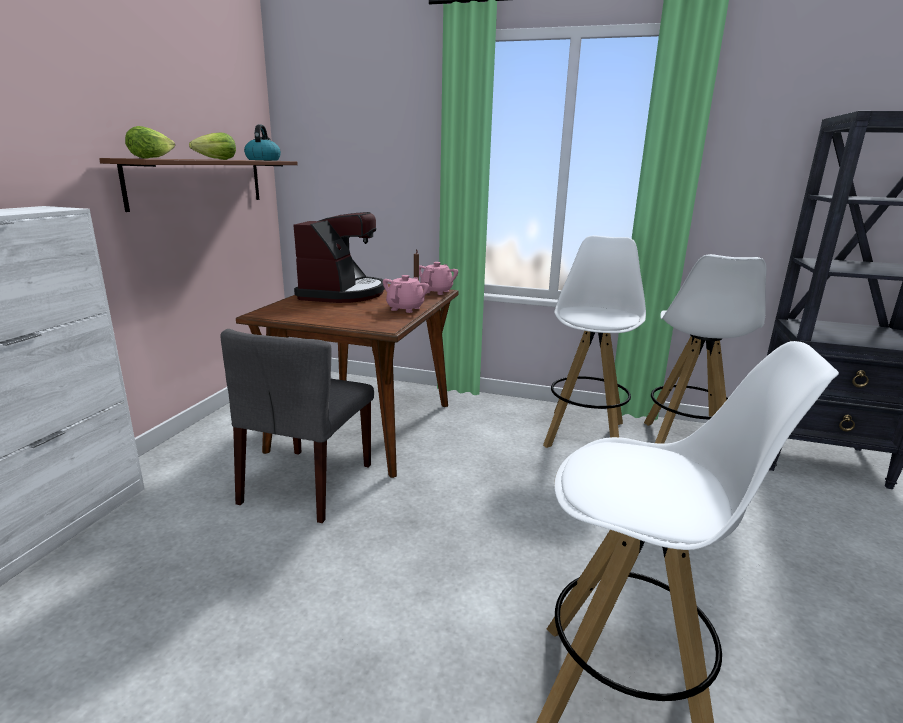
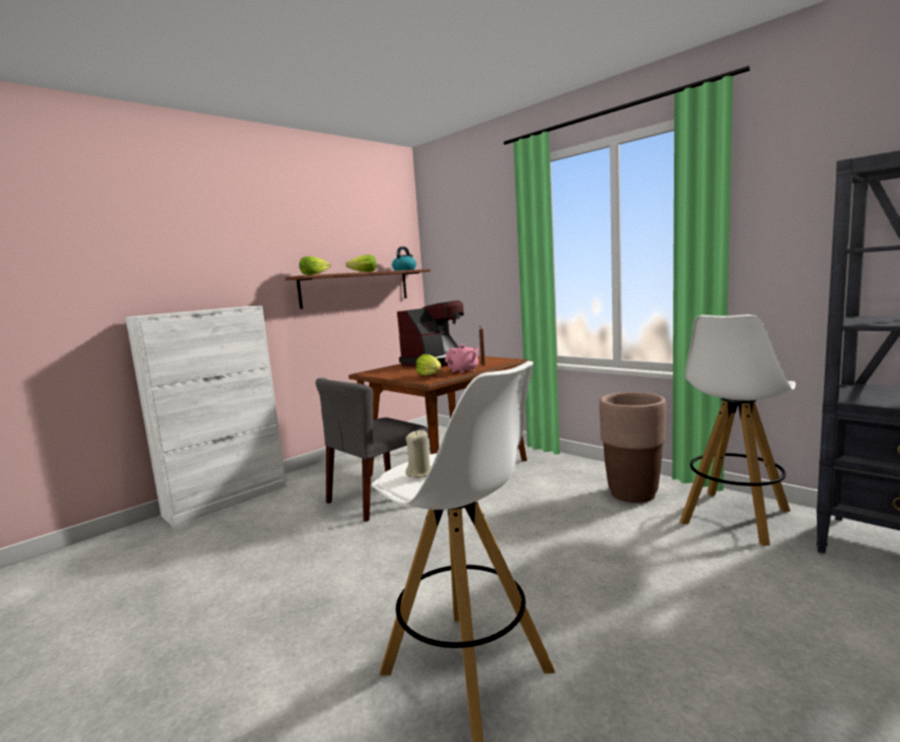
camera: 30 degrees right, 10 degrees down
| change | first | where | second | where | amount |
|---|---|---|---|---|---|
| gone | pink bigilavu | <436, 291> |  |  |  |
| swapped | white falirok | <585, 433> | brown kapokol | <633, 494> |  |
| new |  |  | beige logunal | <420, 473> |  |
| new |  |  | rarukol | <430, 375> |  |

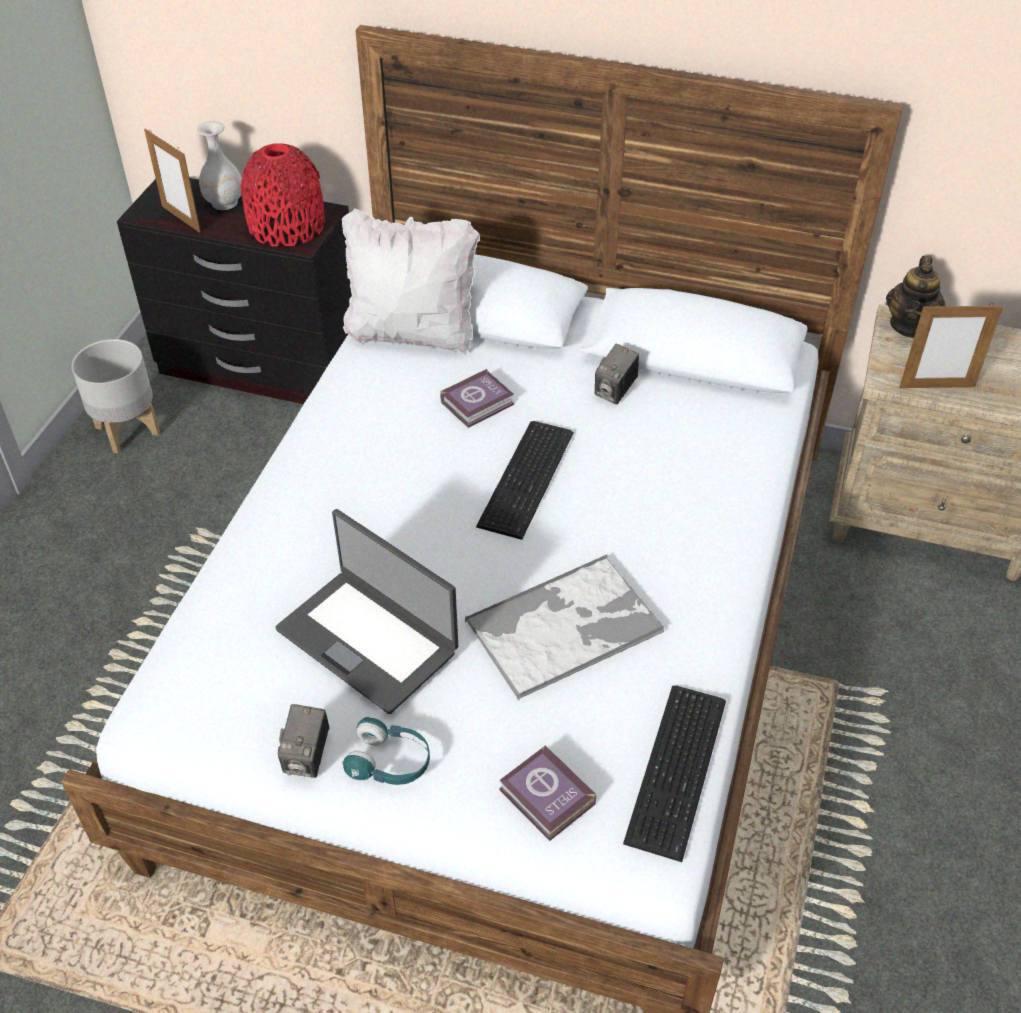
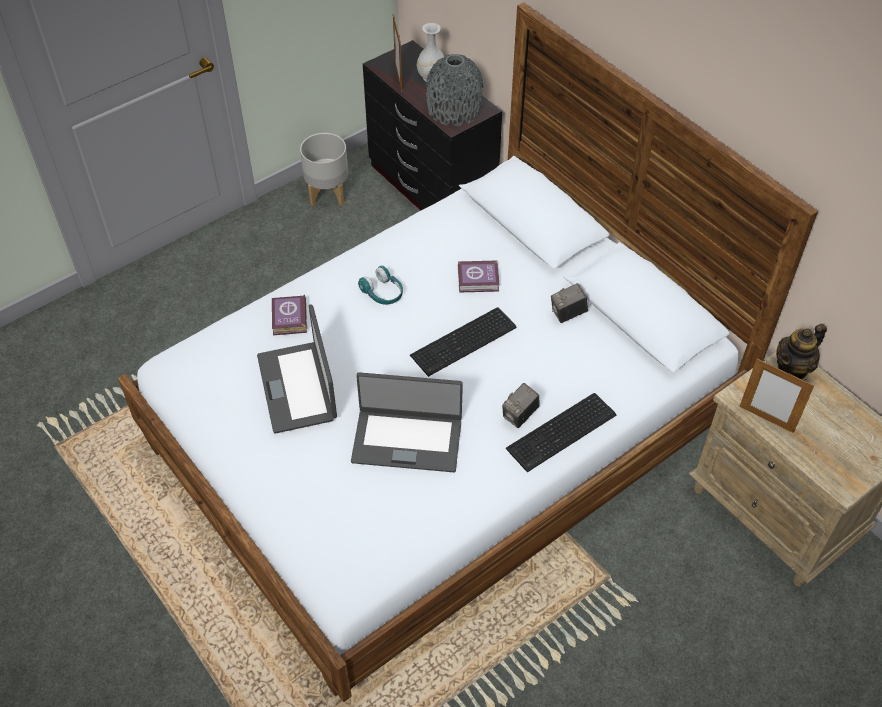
camera: 35 degrees right, 5 degrees up
| change | first | where | second | where | amount |
|---|---|---|---|---|---|
| repainted | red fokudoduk | <286, 226> | grey fokudoduk | <454, 109> |  |
| shifted | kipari | <307, 757> |  | <520, 416> |  |
| gone | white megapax | <412, 334> |  |  |  |
| shifted | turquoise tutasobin | <389, 762> |  | <382, 293> |  |
| swapped | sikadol | <565, 626> | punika | <407, 439> |  |
| shifted | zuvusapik | <547, 799> |  | <288, 319> |  |
| shifted | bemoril | <680, 769> |  | <563, 432> |  |

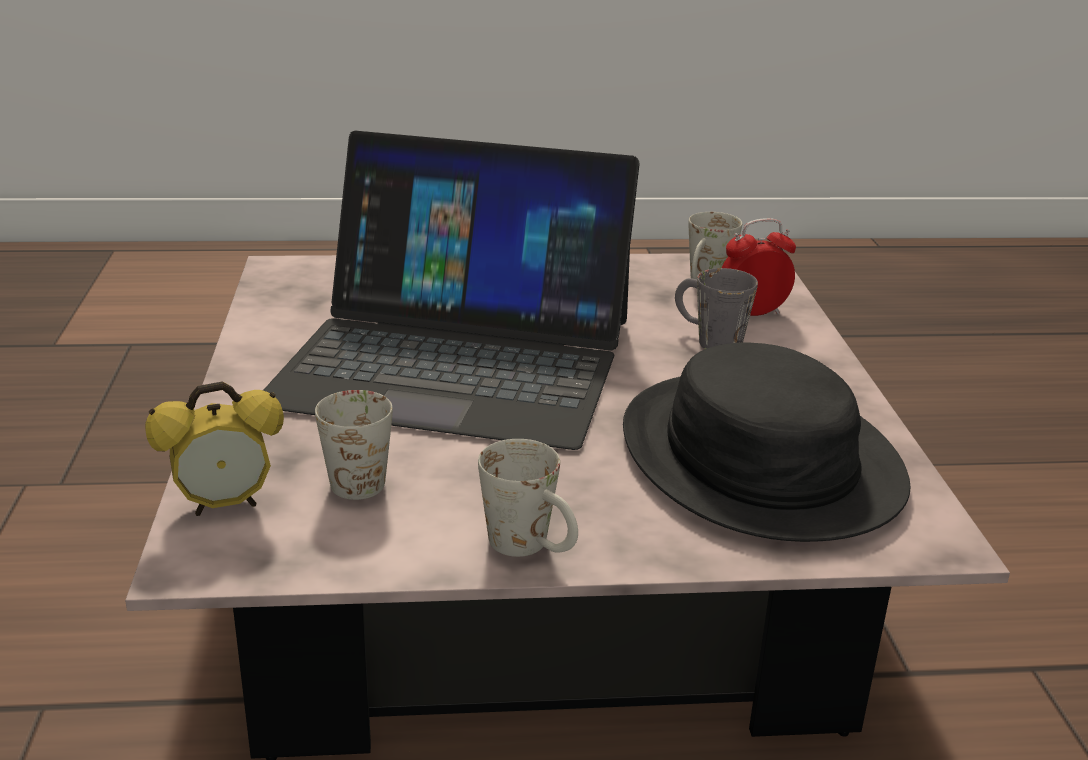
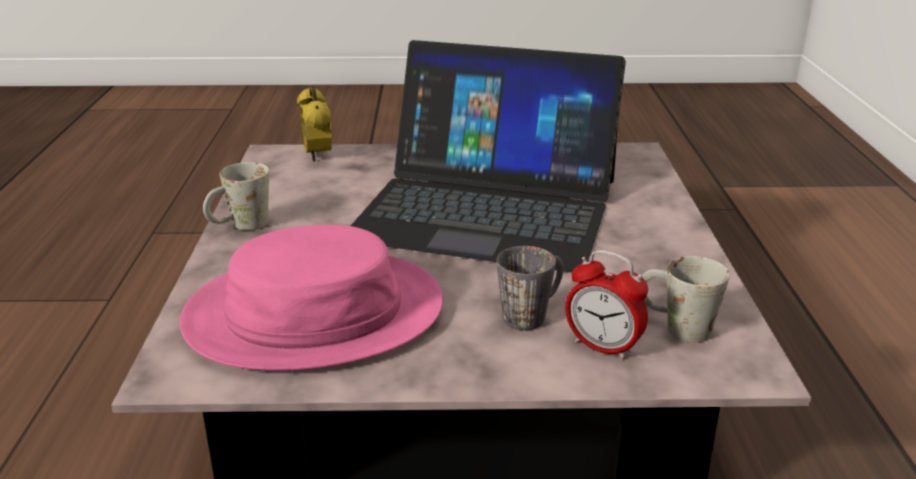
camera: 95 degrees right, 0 degrees up
| change | first | where | second | where | amount |
|---|---|---|---|---|---|
| rotated | punika | <456, 359> |  | <487, 208> | 90 degrees counterclockwise |
| gone | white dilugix | <362, 475> |  |  |  |
| repainted | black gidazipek | <758, 458> | pink gidazipek | <314, 312> |  |
| rotated | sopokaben | <753, 313> |  | <603, 347> | 135 degrees clockwise |

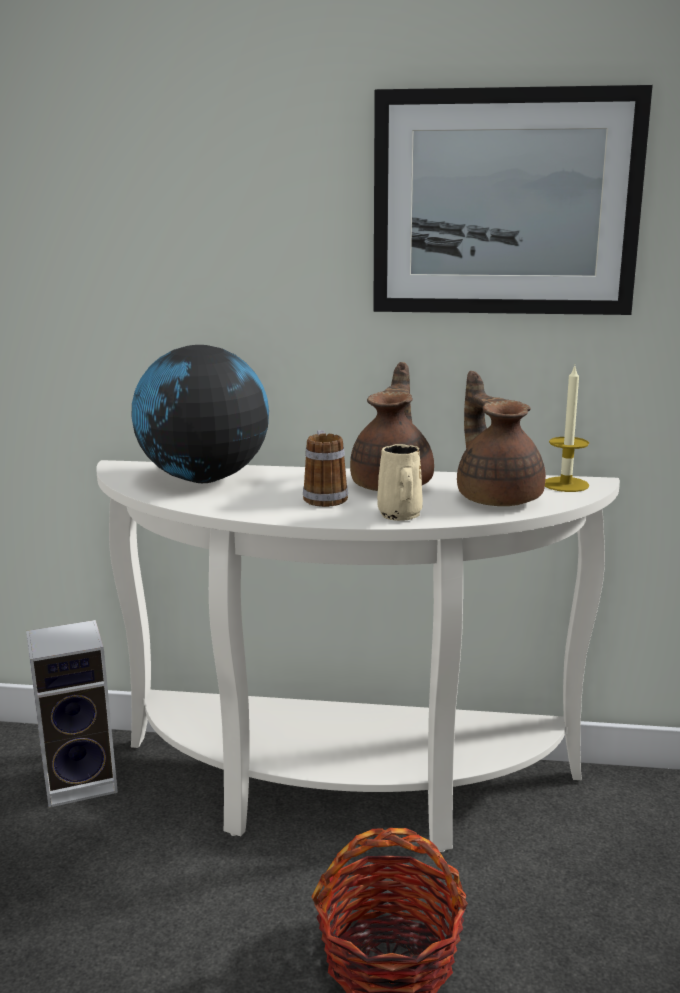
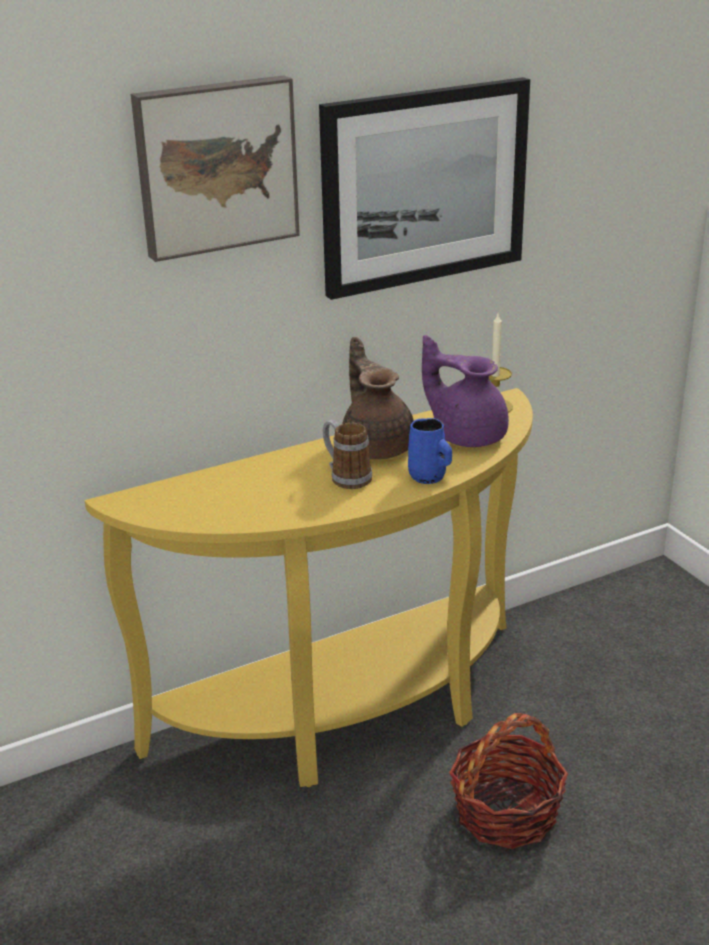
camera: 35 degrees left, 10 degrees up
| change | first | where | second | where | amount |
|---|---|---|---|---|---|
| gone | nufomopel | <83, 780> |  |  |  |
| repainted | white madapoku | <343, 793> | yellow madapoku | <355, 714> |  |
| gone | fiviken | <203, 479> |  |  |  |
| repainted | beige dilugix | <400, 516> | blue dilugix | <428, 477> |  |
| repainted | brown bigilavu | <497, 497> | purple bigilavu | <467, 435> |  |
| new |  |  | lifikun | <215, 166> |  |

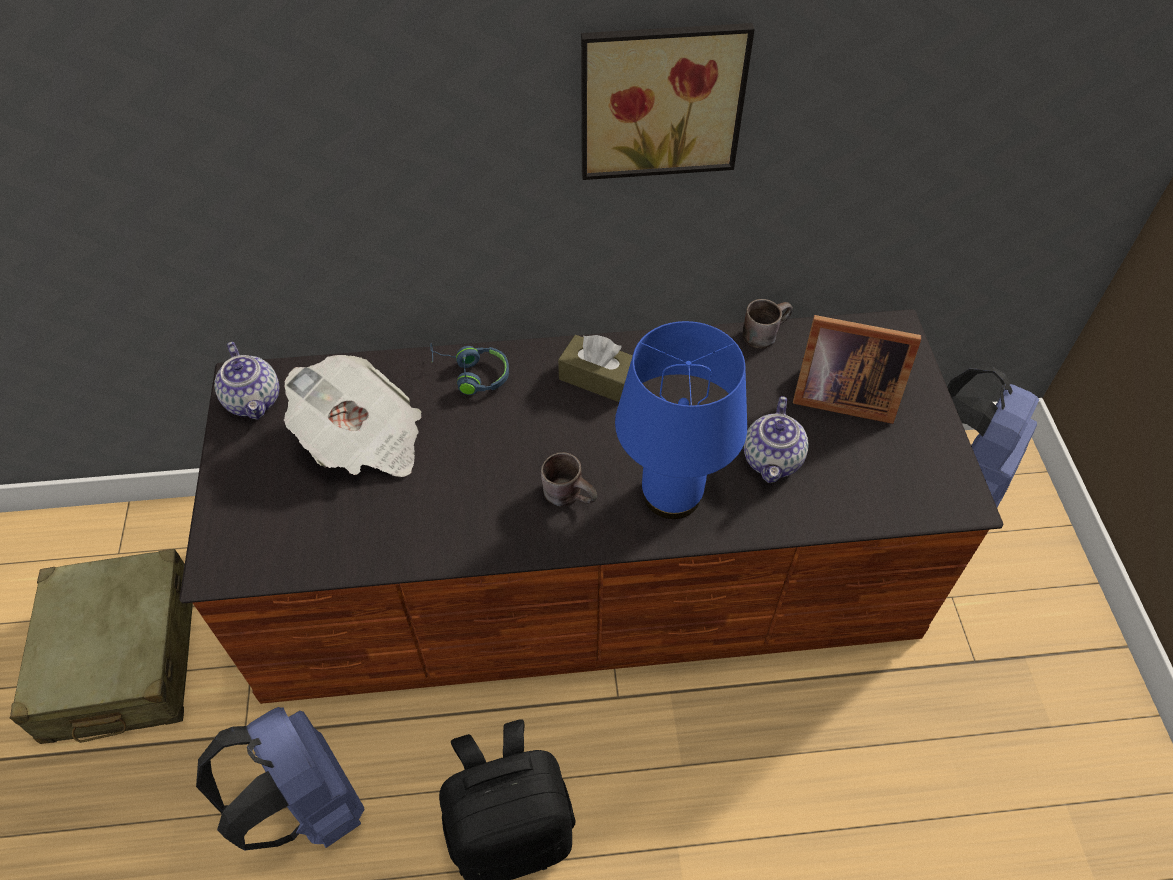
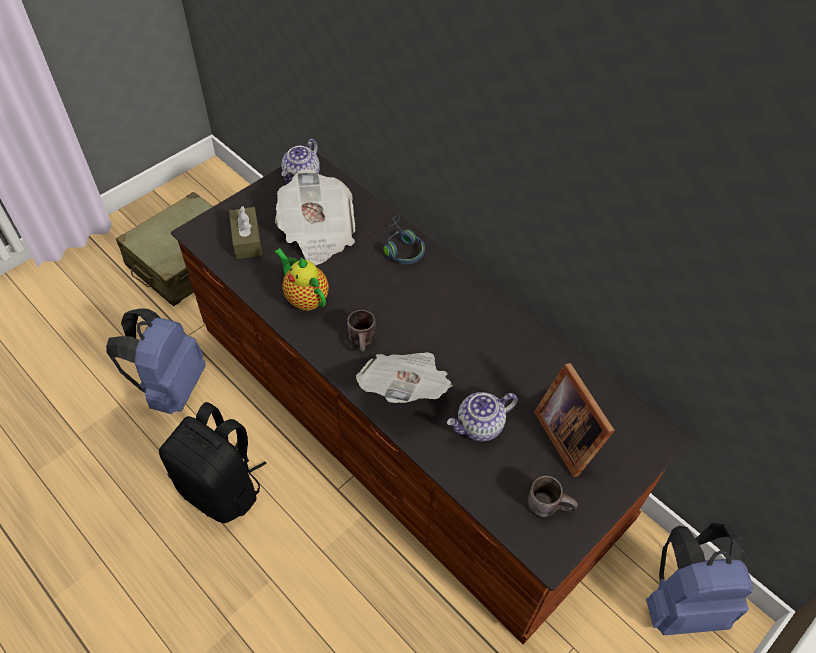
camera: 50 degrees right, 0 degrees up
| change | first | where | second | where | amount |
|---|---|---|---|---|---|
| shifted | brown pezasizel | <598, 378> |  | <247, 240> |  |
| gone | lifikun | <660, 98> |  |  |  |
| swapped | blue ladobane | <670, 494> | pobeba | <406, 388> |  |
| shifted | brown dilugix | <763, 332> |  | <549, 503> |  |
| new |  |  | bigilavu | <305, 298> |  |

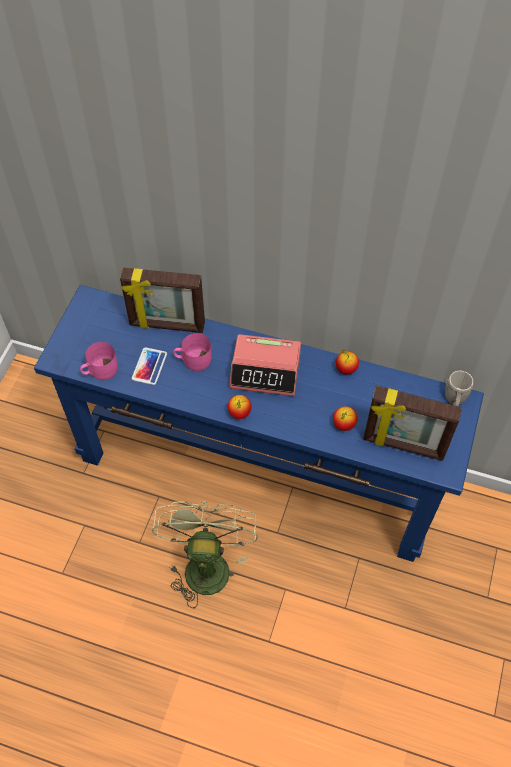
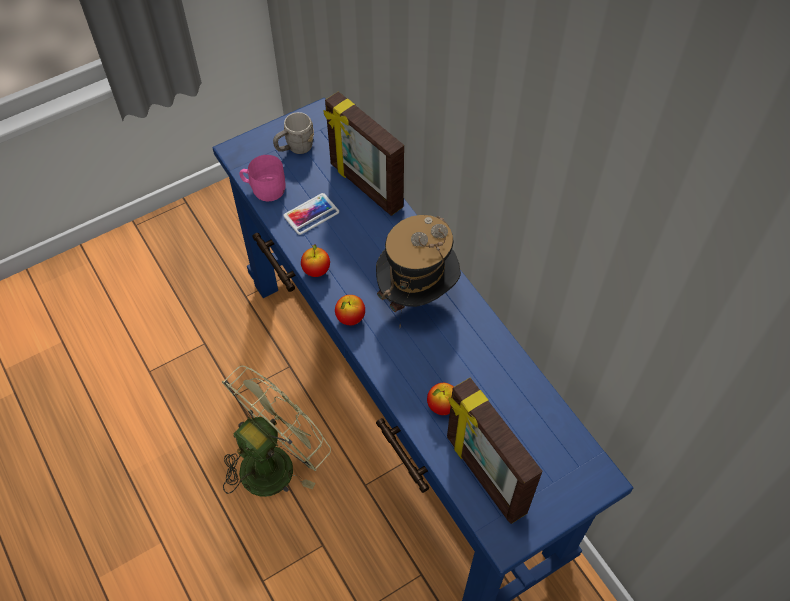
camera: 40 degrees right, 0 degrees up
| change | first | where | second | where | amount |
|---|---|---|---|---|---|
| gone | pink dilugix | <193, 360> |  |  |  |
| swapped | sopokaben | <266, 370> | gidazipek | <417, 295> |  |
| shifted | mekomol | <346, 369> |  | <316, 270> |  |
| shifted | grey dilugix | <454, 400> |  | <295, 148> |  |

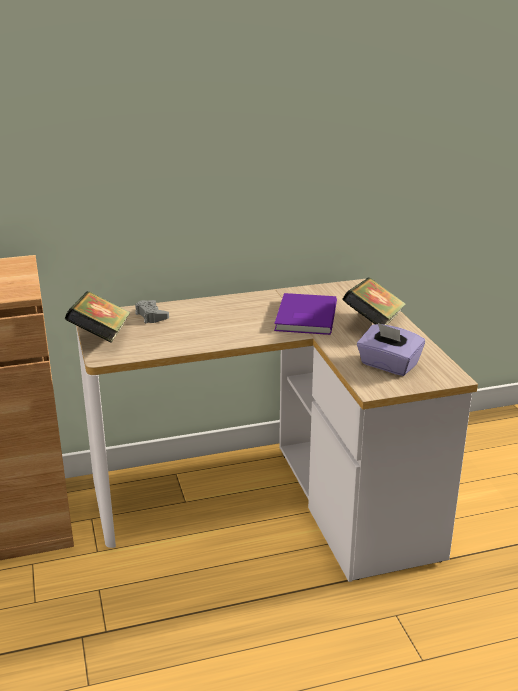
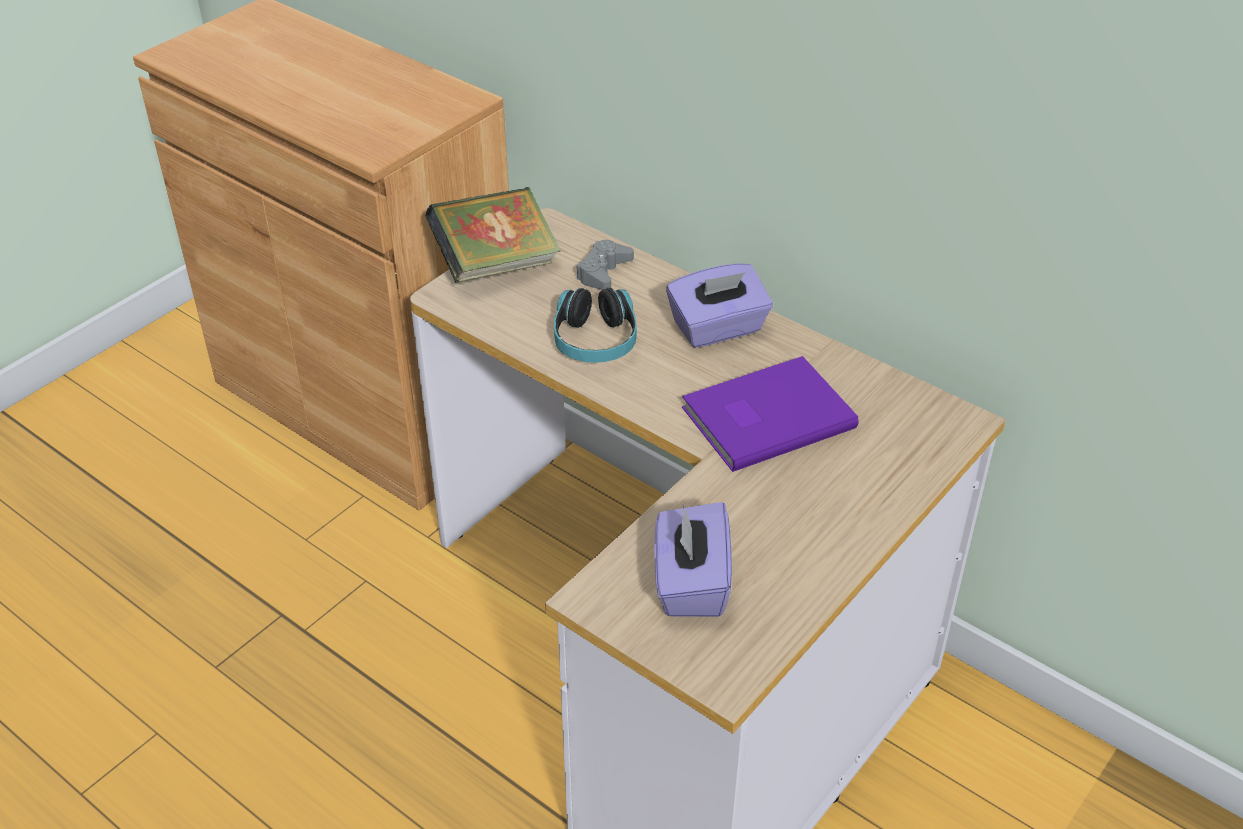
camera: 55 degrees right, 15 degrees up
| change | first | where | second | where | amount |
|---|---|---|---|---|---|
| gone | zuvusapik | <373, 323> |  |  |  |
| new |  |  | tutasobin | <595, 341> |  |
| new |  |  | purple pezasizel | <718, 328> |  |

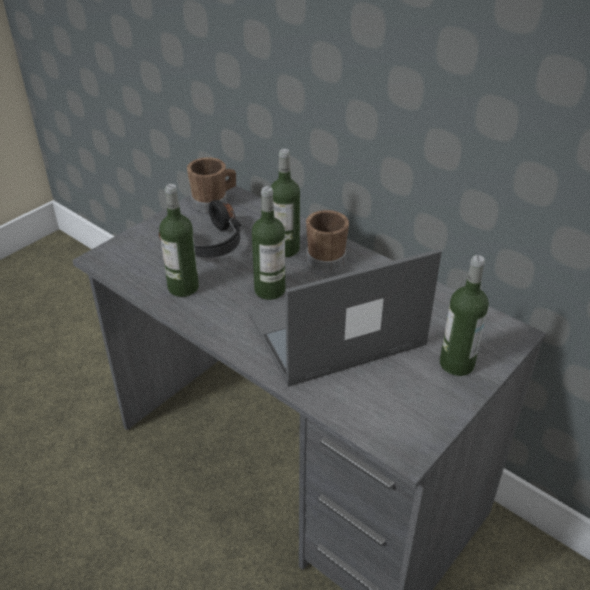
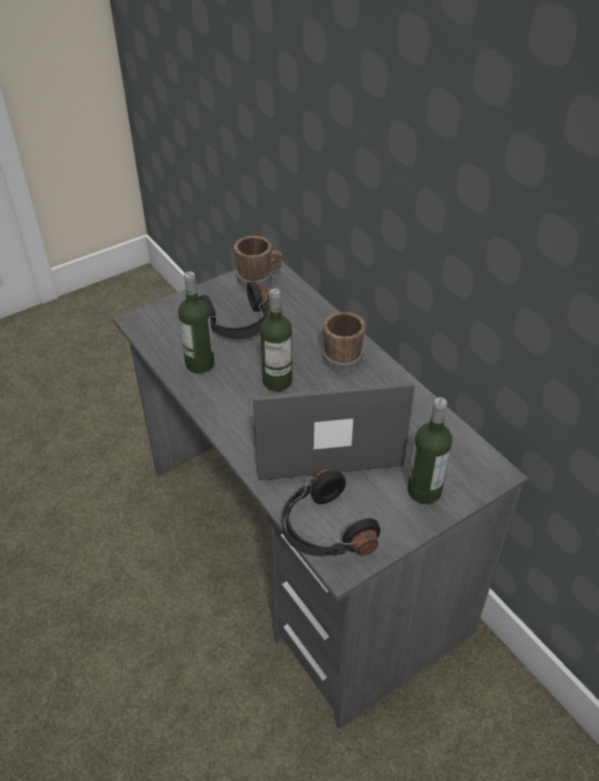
camera: 15 degrees right, 5 degrees up
| change | first | where | second | where | amount |
|---|---|---|---|---|---|
| gone | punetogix | <285, 249> |  |  |  |
| new |  |  | black tutasobin | <324, 530> |  |

